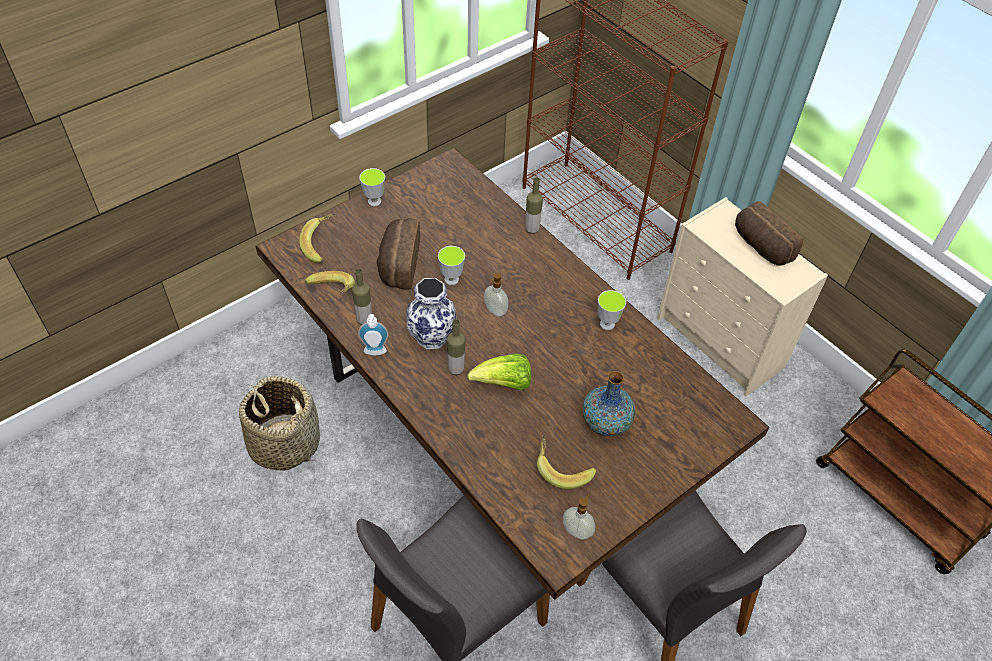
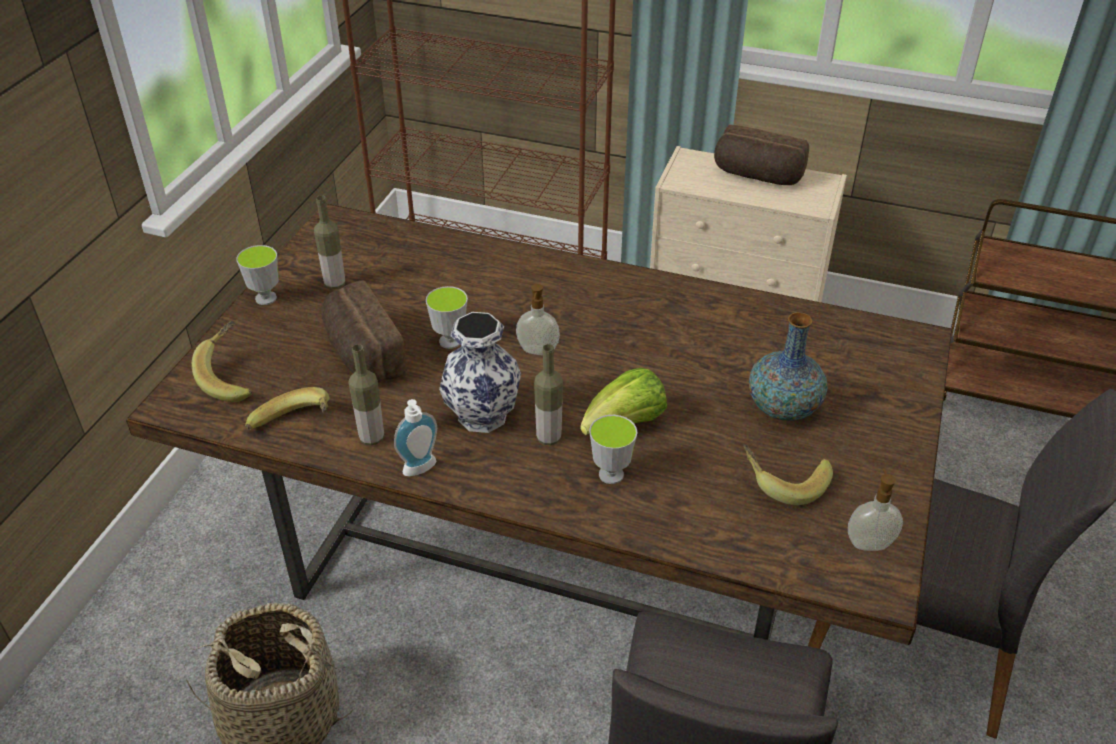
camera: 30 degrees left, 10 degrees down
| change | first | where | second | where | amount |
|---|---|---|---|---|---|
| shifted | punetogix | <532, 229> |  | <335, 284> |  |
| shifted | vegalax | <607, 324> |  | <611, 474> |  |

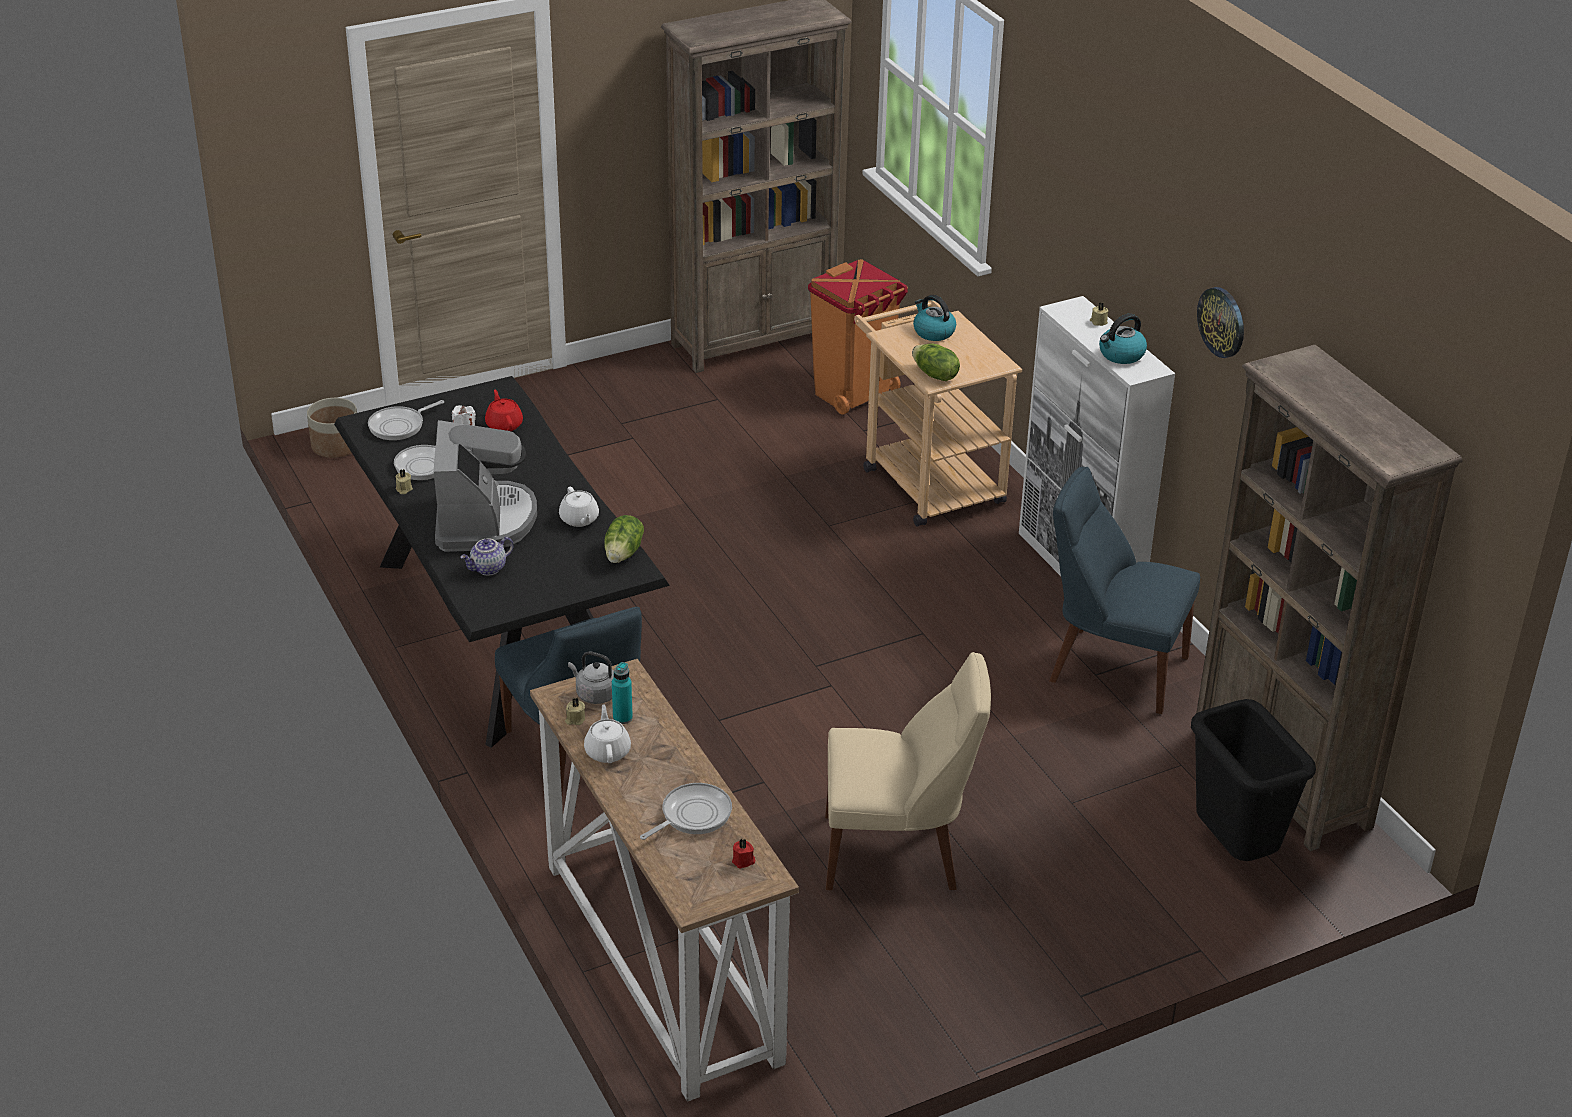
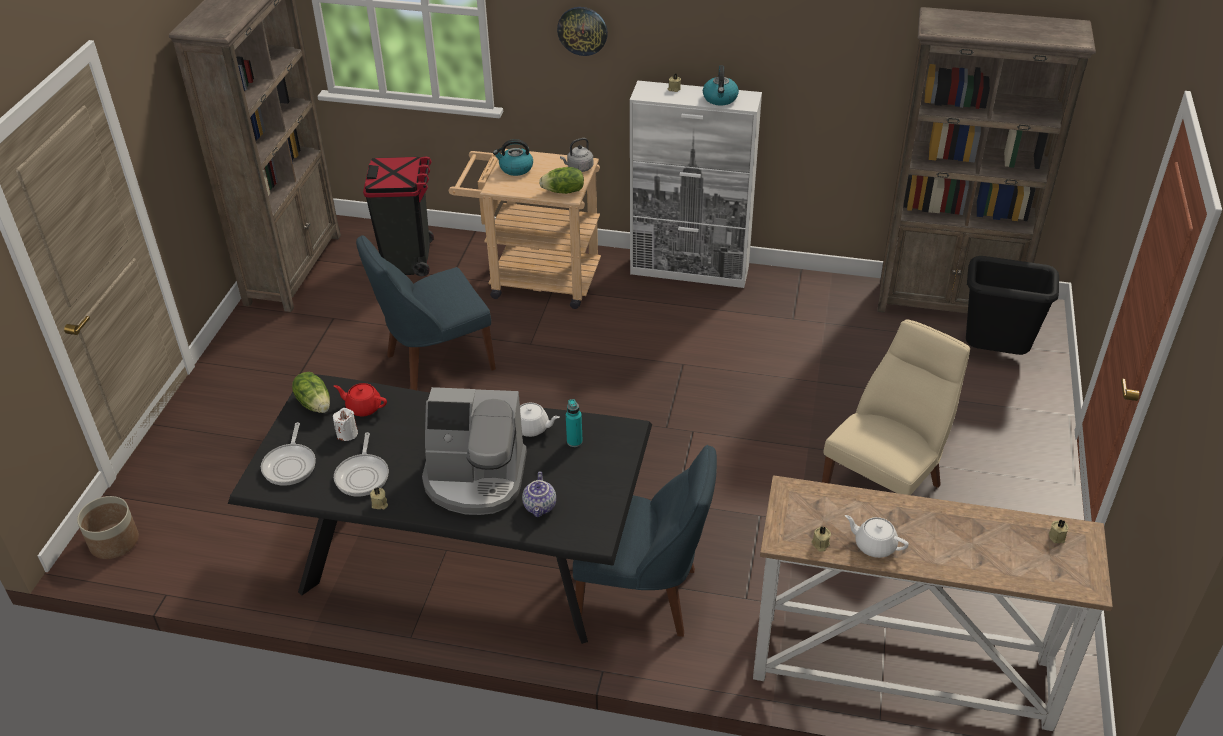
camera: 50 degrees left, 5 degrees up
| change | first | where | second | where | amount |
|---|---|---|---|---|---|
| rotated | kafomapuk | <484, 521> |  | <475, 479> | 150 degrees clockwise |
| shifted | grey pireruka | <594, 694> |  | <578, 168> |  |
| shifted | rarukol | <624, 553> |  | <315, 403> |  |
| shifted | turquoise punetogix | <622, 718> |  | <574, 441> |  |
| gone | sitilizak | <692, 815> |  |  |  |
| repainted | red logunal | <743, 861> | beige logunal | <1057, 536> |  |
| repainted | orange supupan | <854, 393> | black supupan | <408, 259> |  |
| shifted | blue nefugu | <1112, 667> |  | <435, 363> |  |
| shifted | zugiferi | <1222, 322> |  | <582, 30> |  |

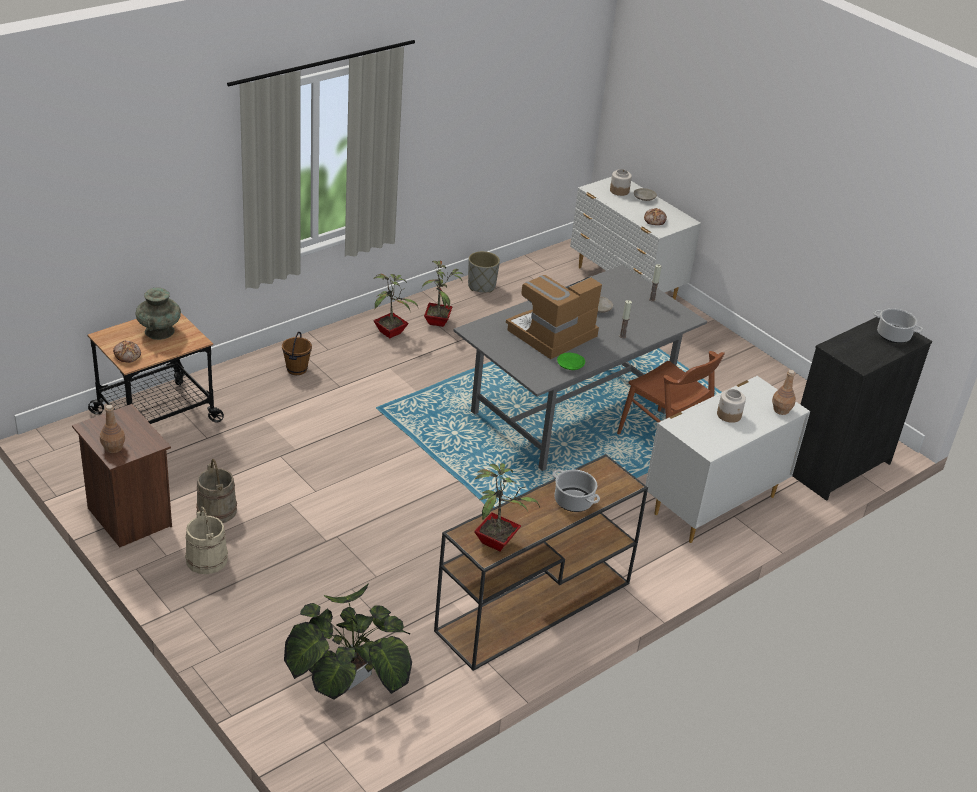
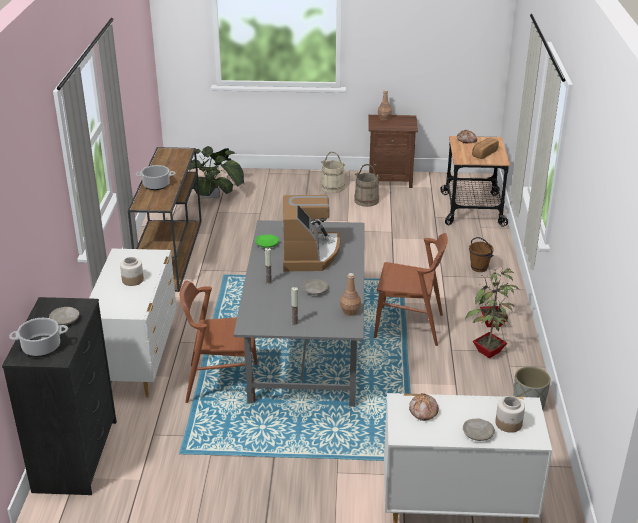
camera: 135 degrees right, 5 degrees down
| change | first | where | second | where | amount |
|---|---|---|---|---|---|
| swapped | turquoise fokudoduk | <159, 331> | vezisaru | <484, 154> |  |
| gone | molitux | <497, 541> |  |  |  |
| shifted | brown punetogix | <781, 410> |  | <350, 312> |  |
| new |  |  | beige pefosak | <65, 320> |  |
| new |  |  | brown nefugu | <409, 326> |  |

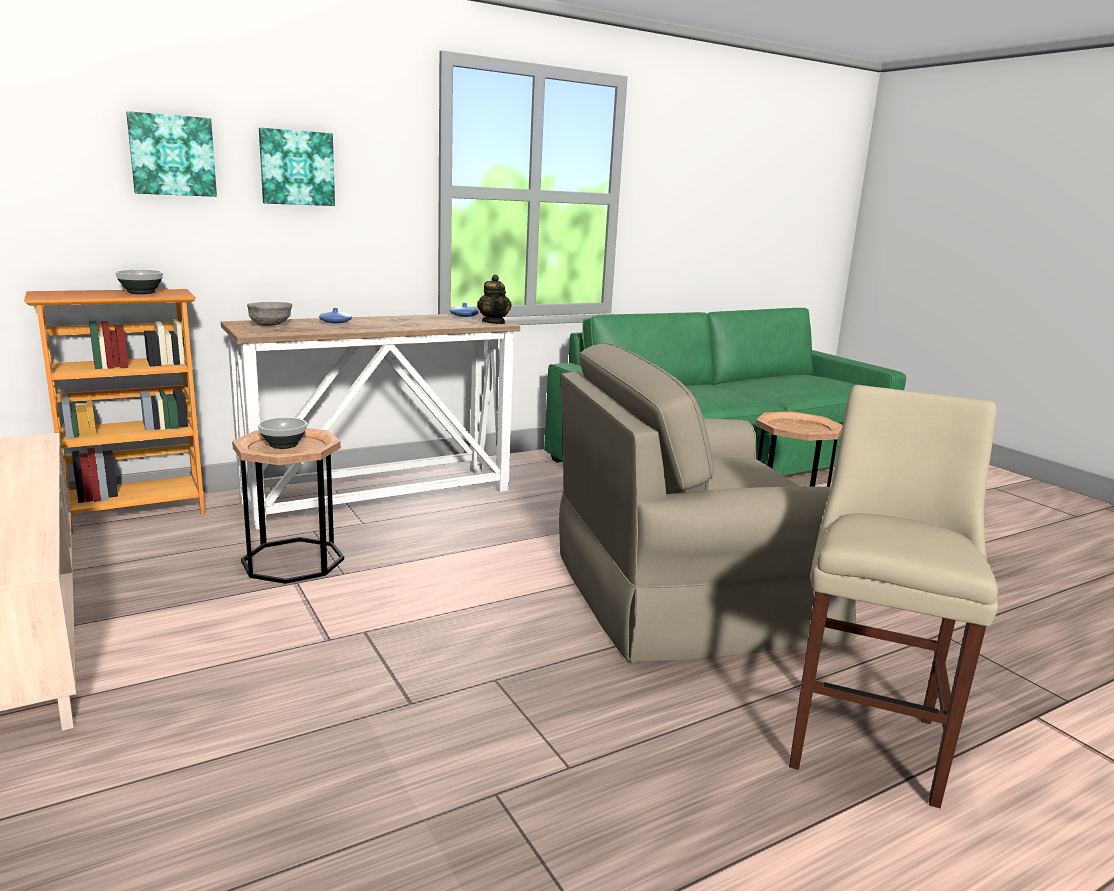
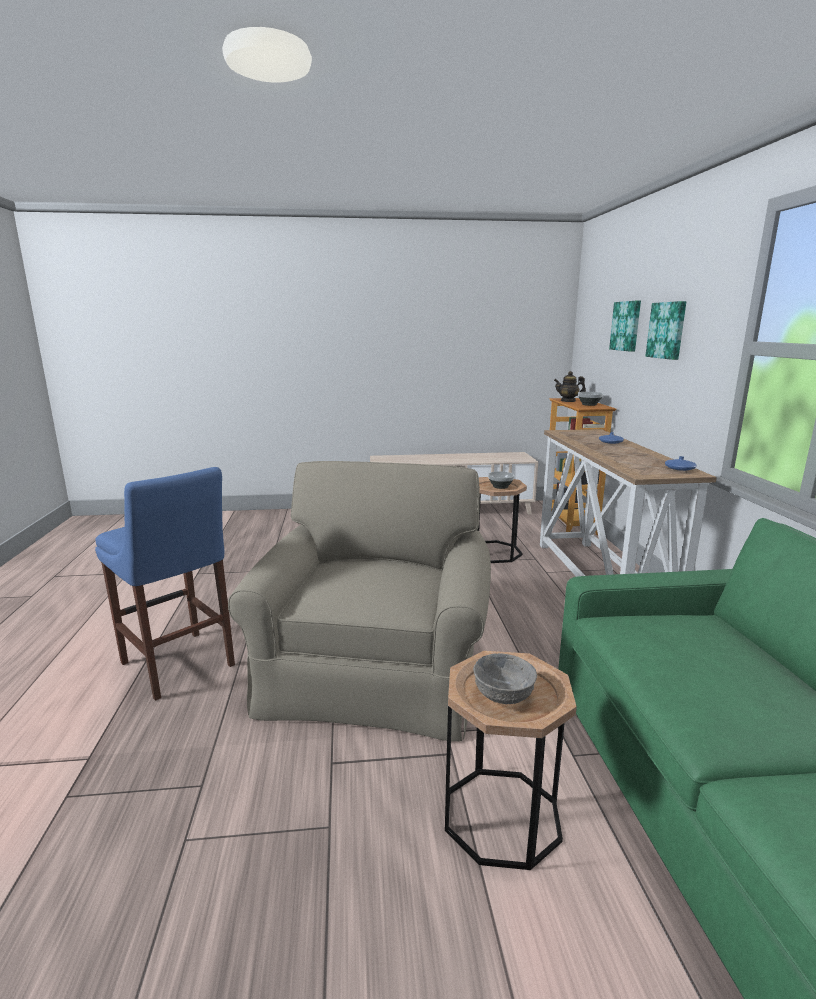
camera: 115 degrees right, 0 degrees up
| change | first | where | second | where | amount |
|---|---|---|---|---|---|
| shifted | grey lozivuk | <270, 325> |  | <502, 696> |  |
| shifted | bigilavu | <494, 322> |  | <568, 401> |  |
| repainted | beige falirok | <865, 737> | blue falirok | <179, 666> |  |

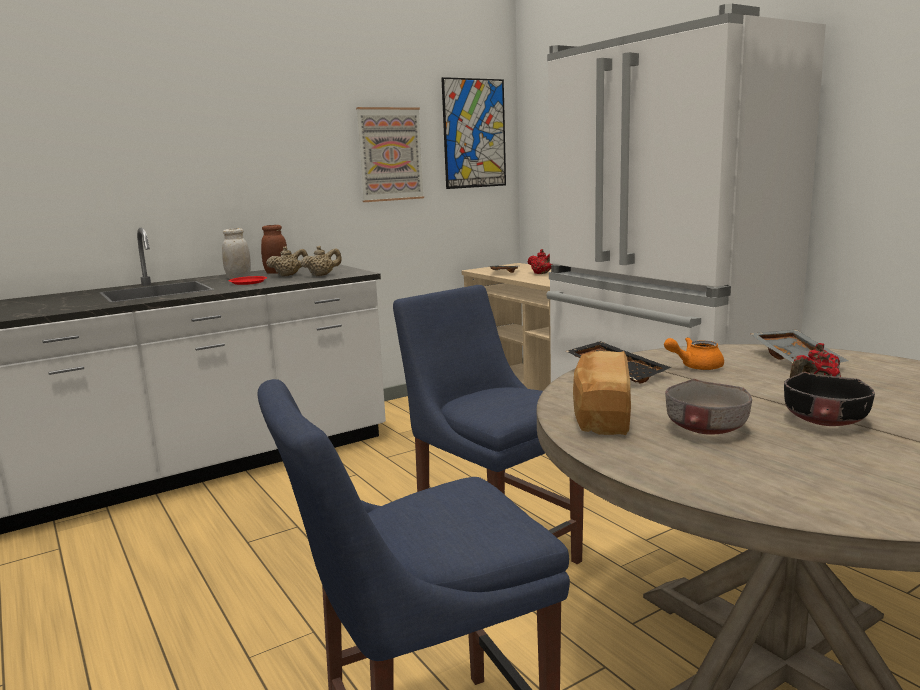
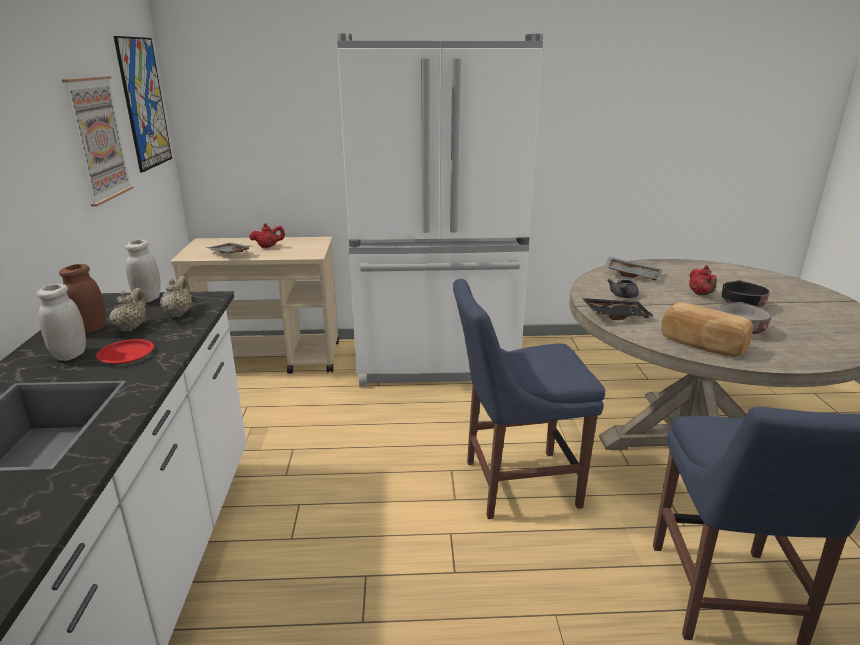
camera: 60 degrees left, 10 degrees up
| change | first | where | second | where | amount |
|---|---|---|---|---|---|
| repainted | orange bigilavu | <695, 366> | grey bigilavu | <623, 296> |  |
| new |  |  | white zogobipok | <148, 299> |  |

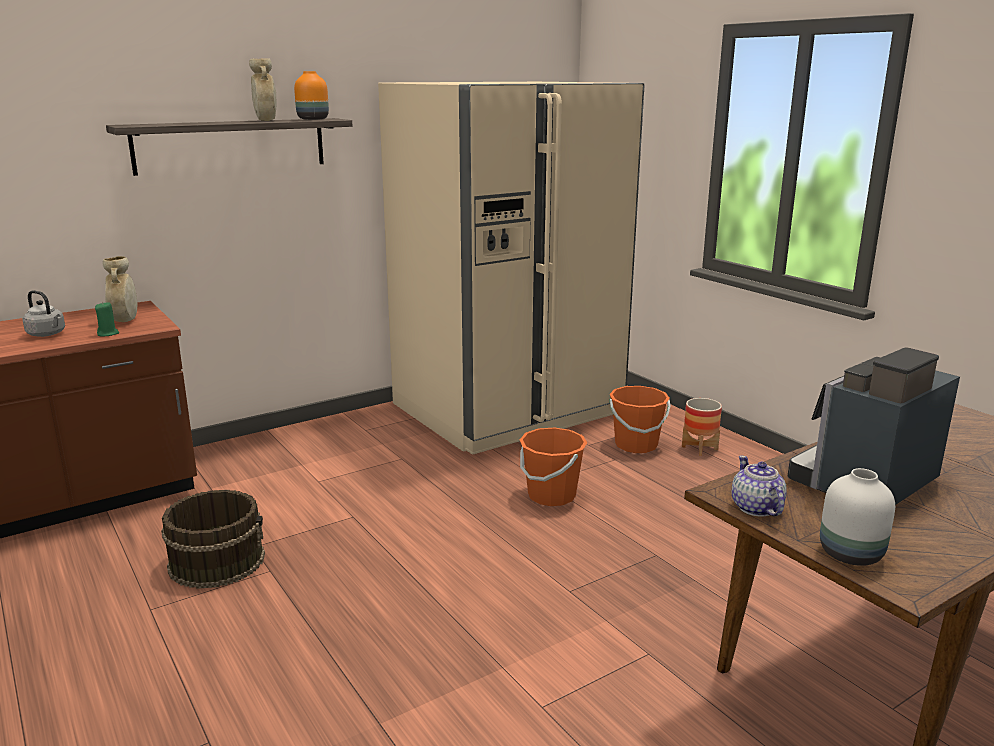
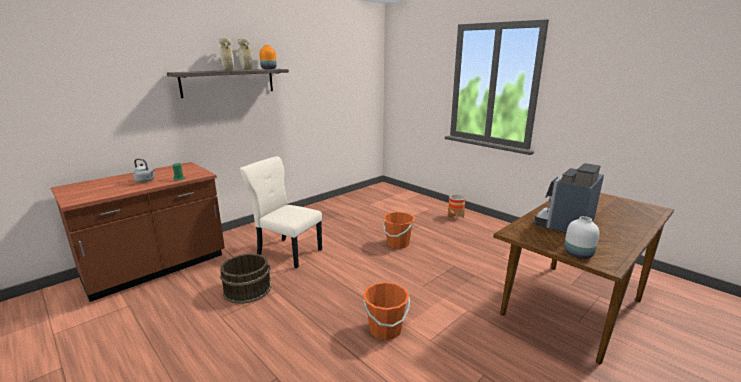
camera: 10 degrees left, 0 degrees up
| change | first | where | second | where | amount |
|---|---|---|---|---|---|
| shifted | beige fokudoduk | <125, 321> |  | <228, 70> |  |
| gone | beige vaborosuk | <507, 409> |  |  |  |
| shifted | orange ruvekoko | <636, 445> |  | <385, 329> |  |
| gone | bigilavu | <756, 508> |  |  |  |
| new |  |  | beige nefugu | <287, 252> |  |

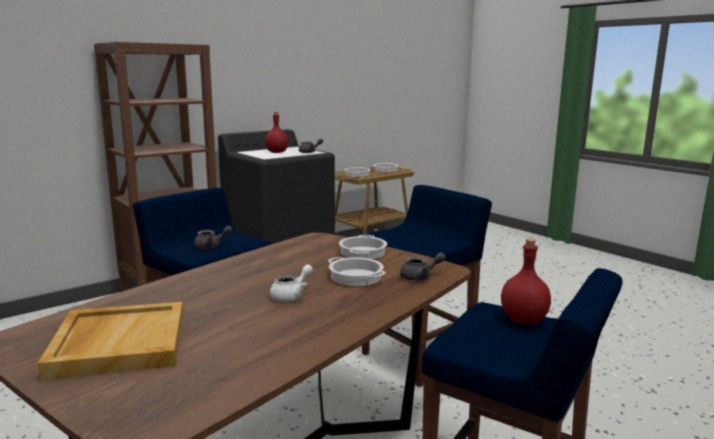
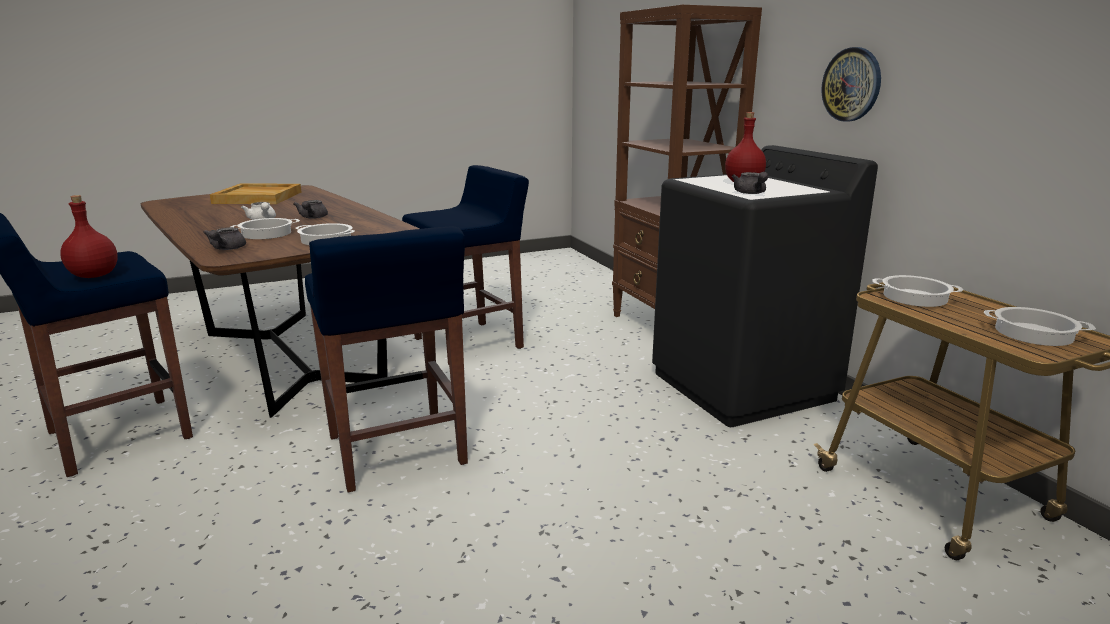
camera: 105 degrees right, 5 degrees up
| change | first | where | second | where | amount |
|---|---|---|---|---|---|
| shifted | grey bigilavu | <211, 246> |  | <312, 218> |  |
| new |  |  | zugiferi | <852, 84> |  |

